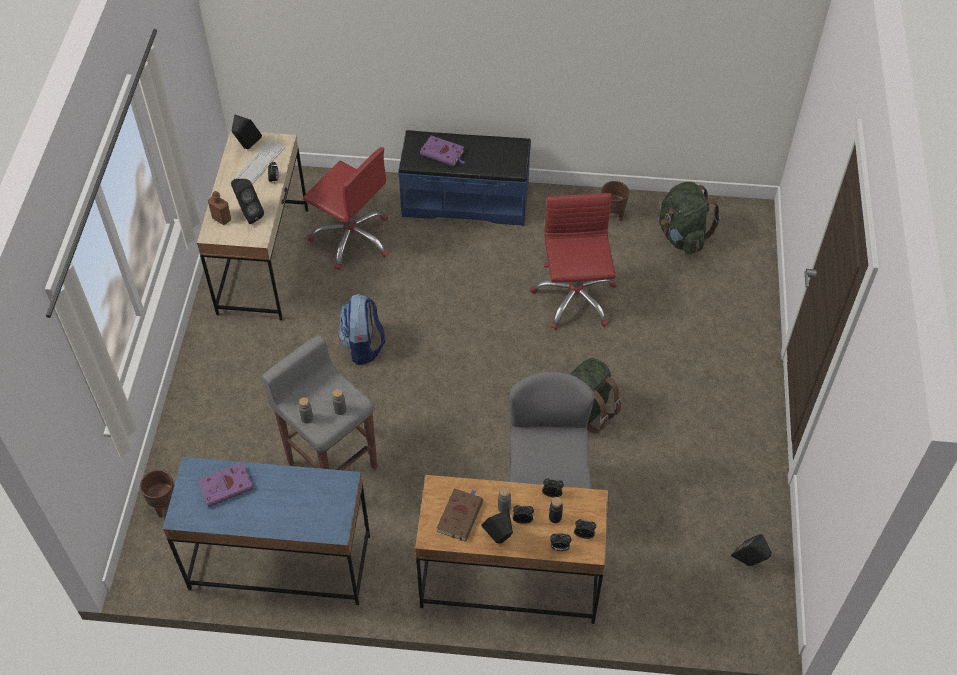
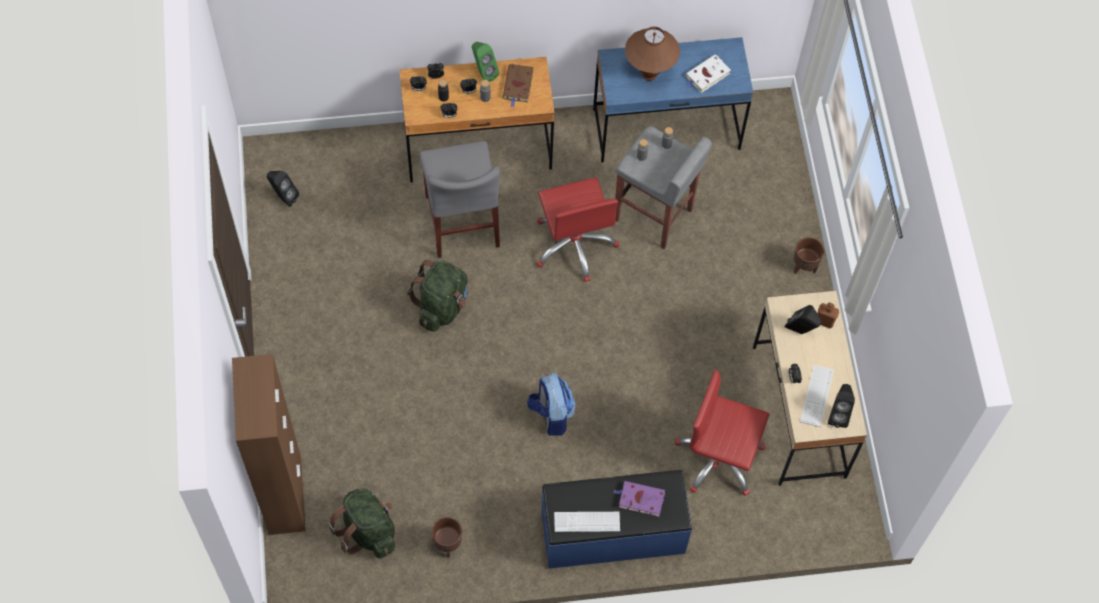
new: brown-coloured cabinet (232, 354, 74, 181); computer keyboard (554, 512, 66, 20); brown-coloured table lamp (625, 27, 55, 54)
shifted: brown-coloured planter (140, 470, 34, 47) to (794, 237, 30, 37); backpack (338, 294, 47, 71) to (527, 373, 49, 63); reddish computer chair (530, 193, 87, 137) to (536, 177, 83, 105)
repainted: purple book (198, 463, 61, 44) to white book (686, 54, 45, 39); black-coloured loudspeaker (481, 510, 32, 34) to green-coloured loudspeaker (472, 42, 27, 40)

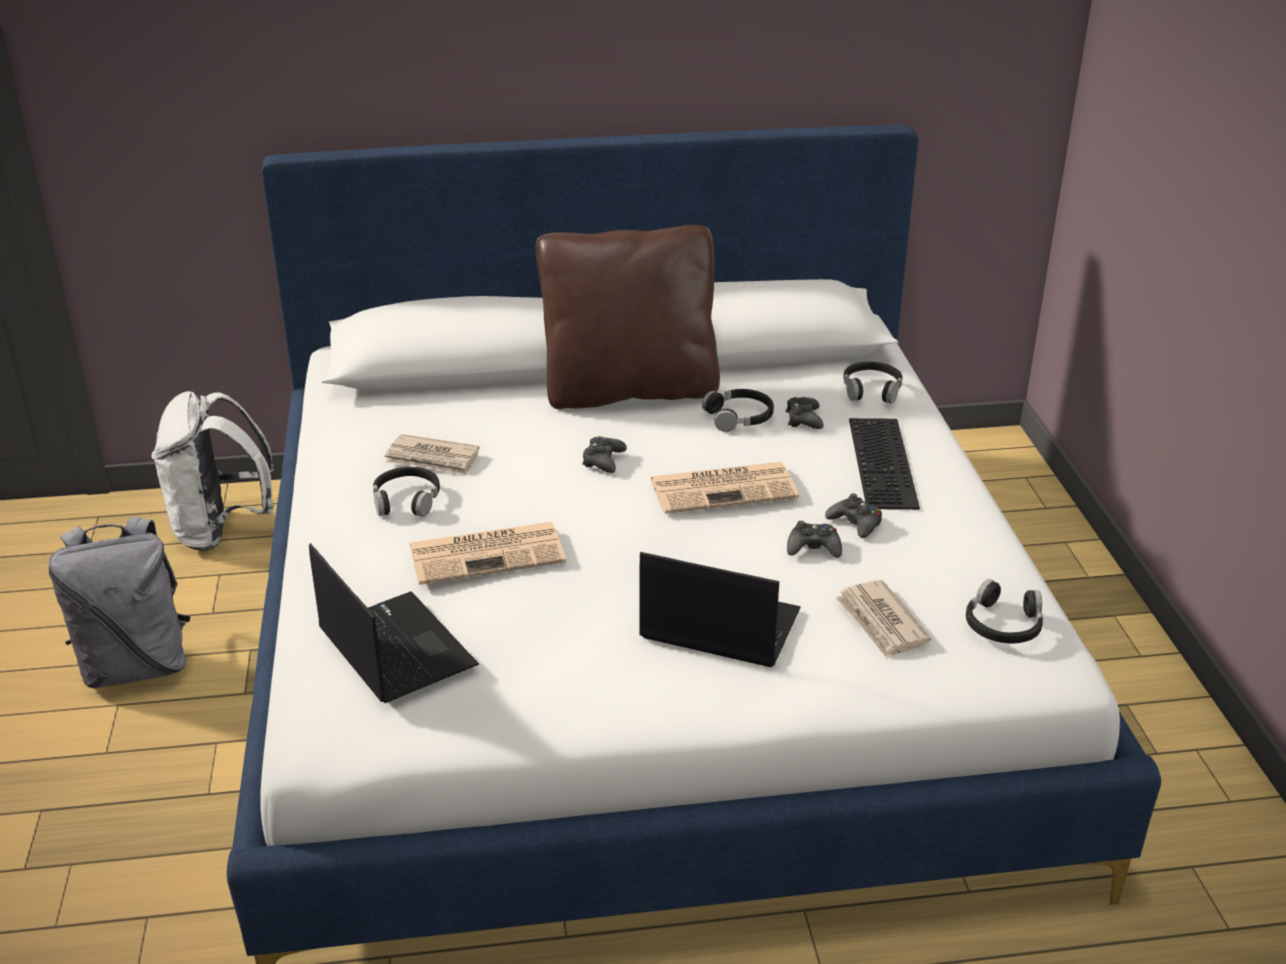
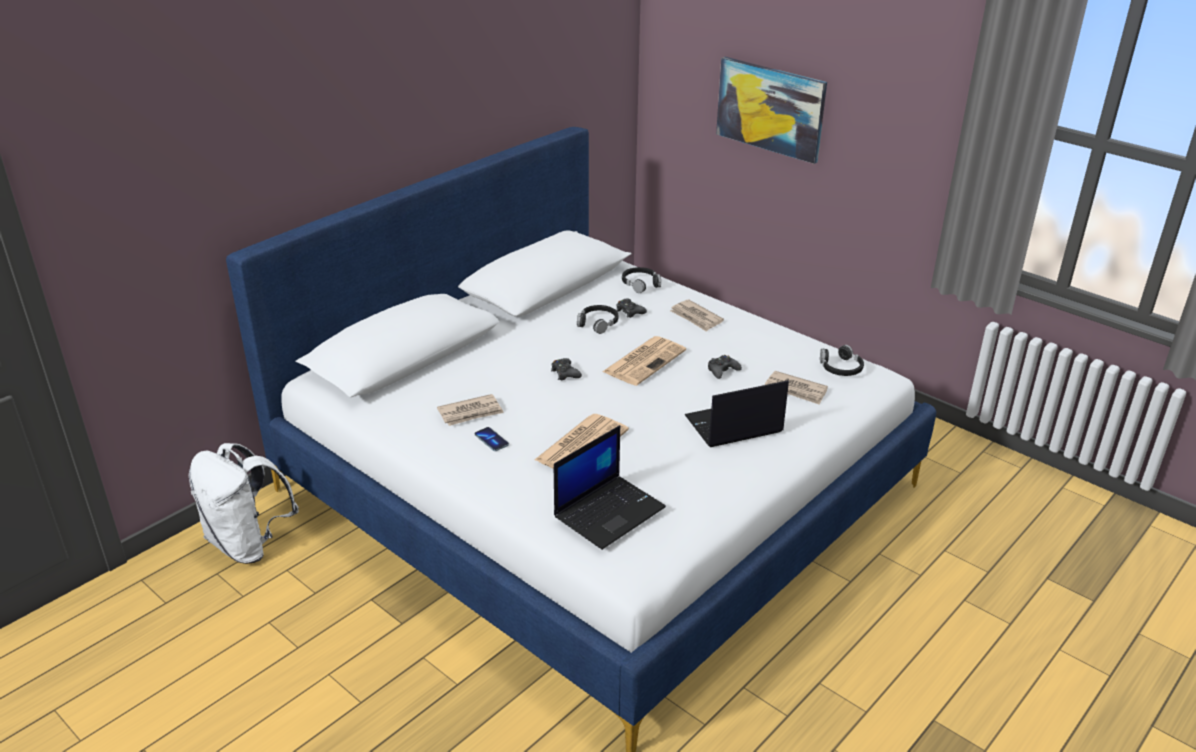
gone: greyish backpack (49, 517, 141, 172); brown-coloured cushion (536, 225, 184, 184); black-coloured joypad (825, 493, 57, 45)
new: wall art (716, 57, 111, 107)
swapped: black-coloured headphones (373, 467, 67, 50) to phone (475, 427, 34, 24); computer keyboard (849, 418, 71, 92) to daily paper (670, 300, 54, 32)
rotated: notebook computer (309, 543, 170, 160) = (554, 425, 112, 125) 120 degrees clockwise

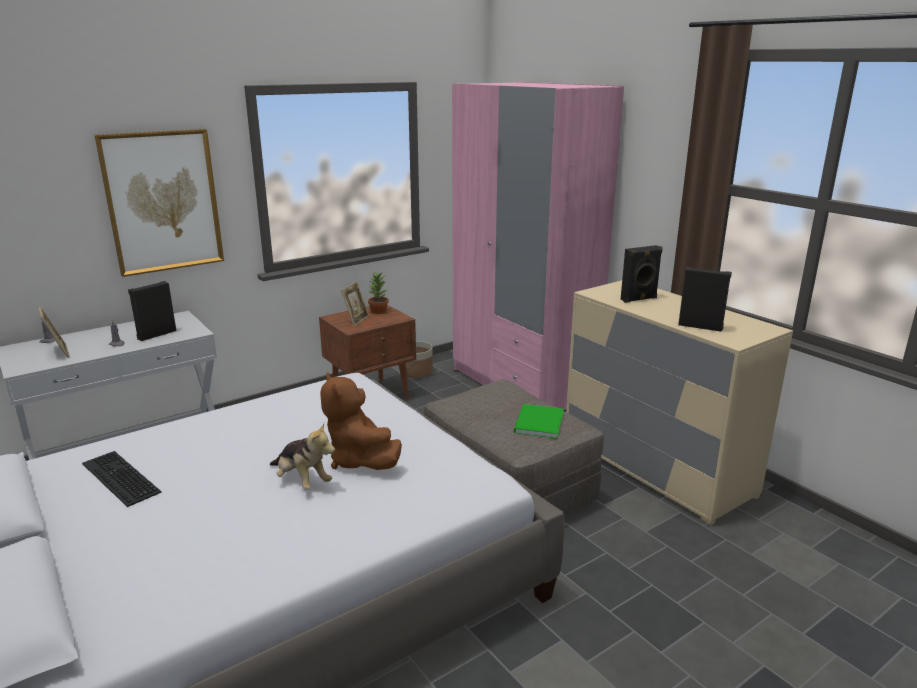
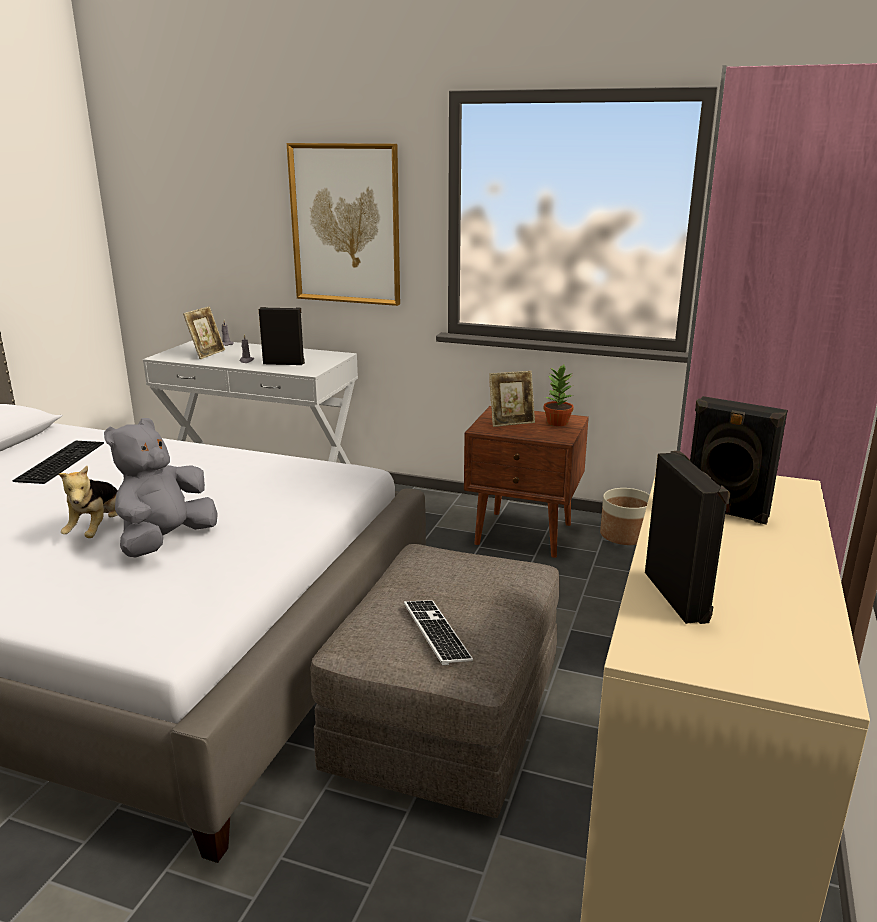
swapped: green-coloured book (514, 404, 50, 35) to computer keyboard (404, 600, 69, 65)
repainted: brown-coloured soft toy (320, 373, 82, 97) to greyish soft toy (104, 418, 114, 139)

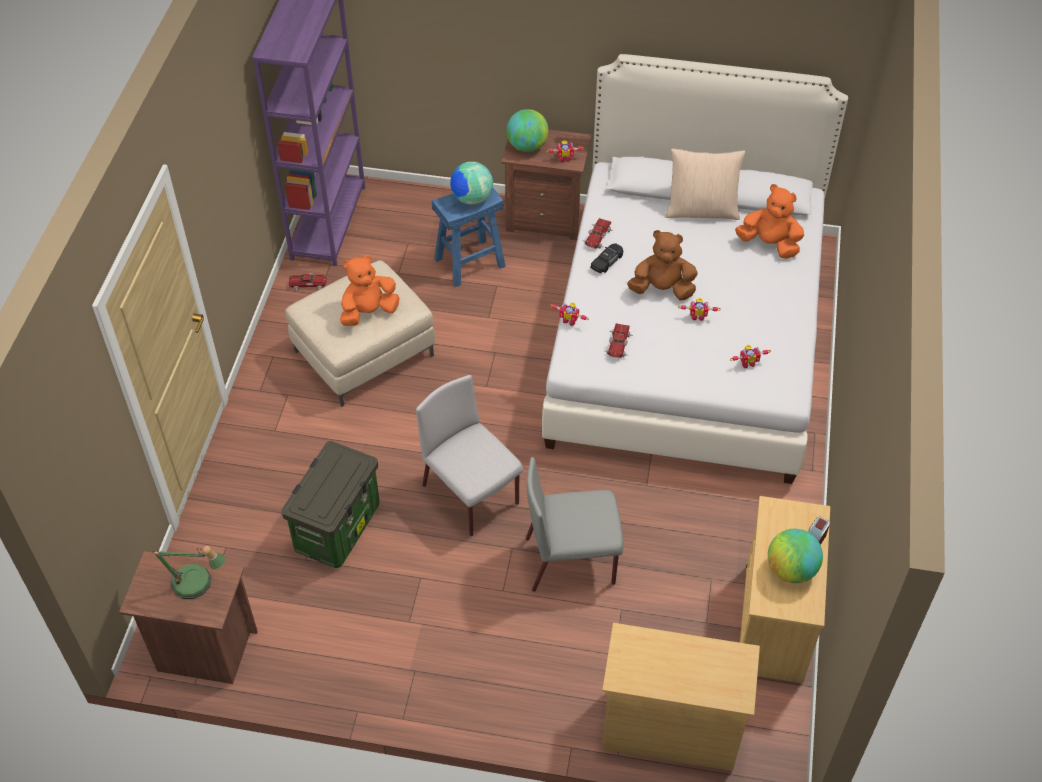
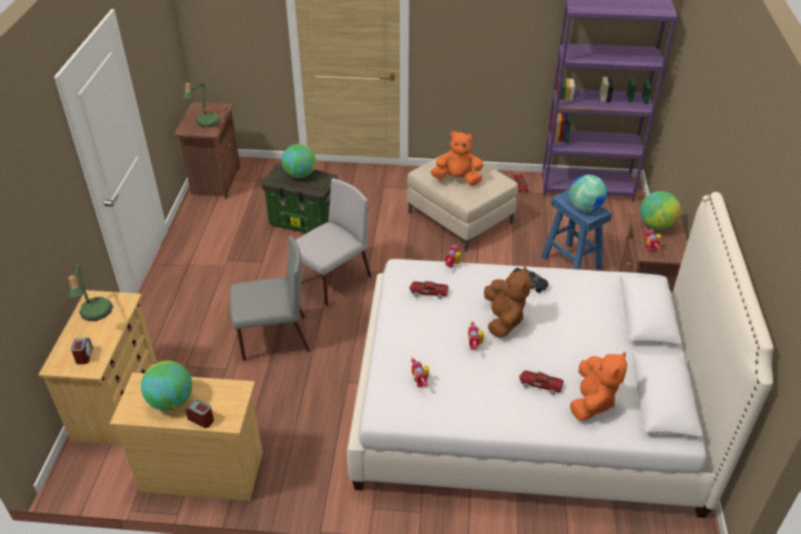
gone: sand-coloured cushion (666, 149, 79, 71)
new: table lamp (68, 264, 45, 57); table clock (71, 338, 22, 26); world globe (282, 144, 34, 34)
shifted: miniature car (583, 218, 30, 31) to (519, 370, 45, 26)
rotated: orangey soft toy (340, 255, 59, 71) = (431, 130, 52, 56) 45 degrees counterclockwise; greyish plain chair (526, 457, 98, 135) = (230, 236, 80, 125) 90 degrees clockwise

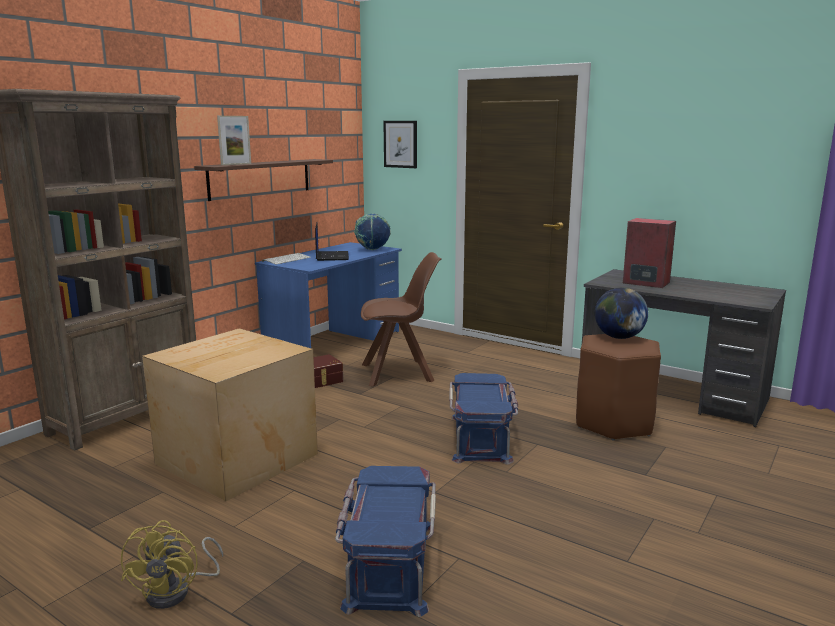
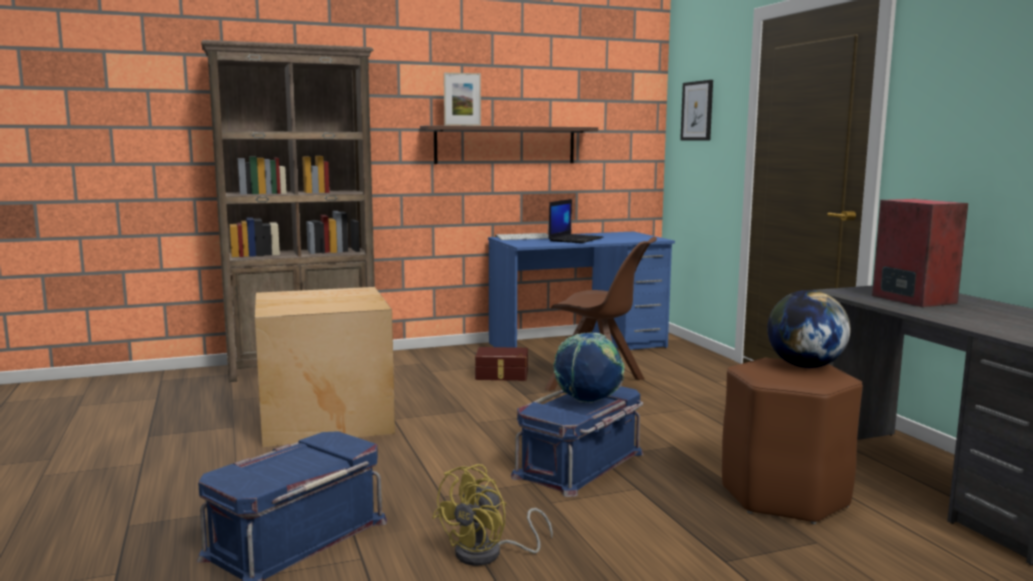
shifted: yellowish electric fan (121, 520, 102, 89) to (432, 464, 121, 102); world globe (354, 213, 37, 37) to (553, 332, 72, 71)

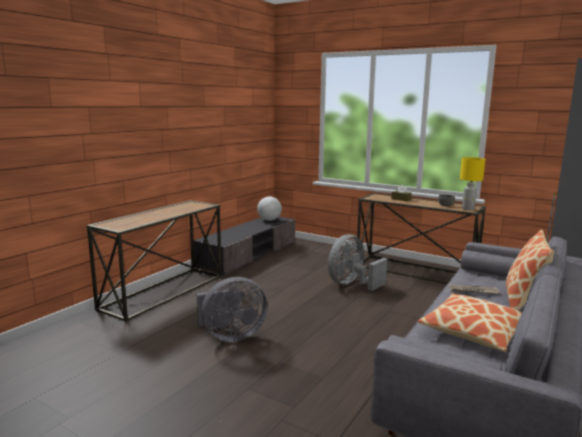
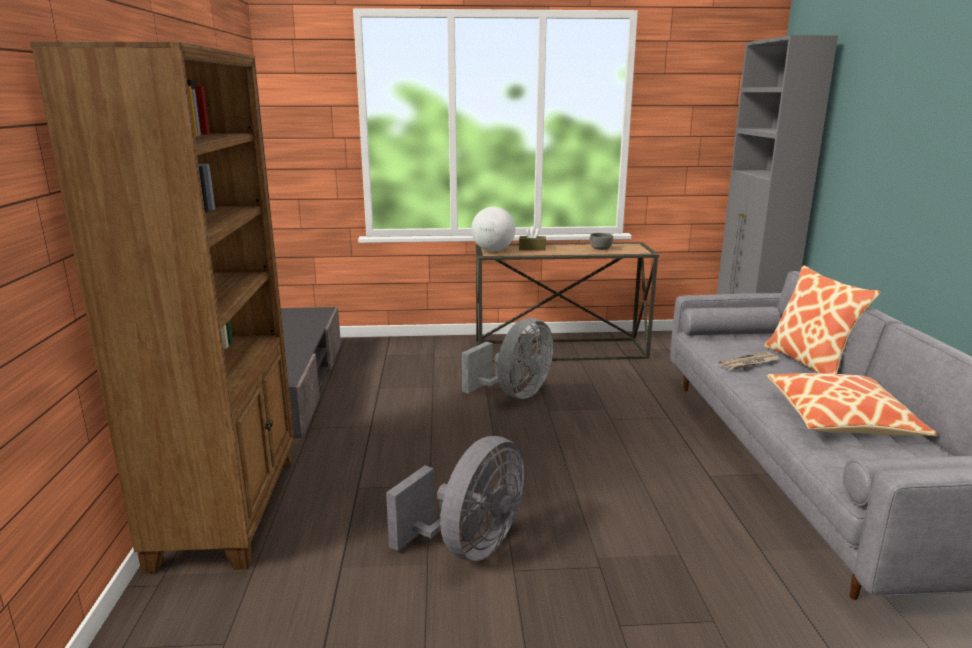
gone: yellowish table lamp (460, 157, 26, 53)
shifted: world globe (257, 197, 25, 24) to (471, 207, 45, 44)
swapped: hall table (86, 200, 136, 121) to brown-coloured bookshelf (30, 41, 264, 532)
rotated: greyish electric fan (328, 234, 59, 57) = (462, 318, 91, 81) 150 degrees counterclockwise

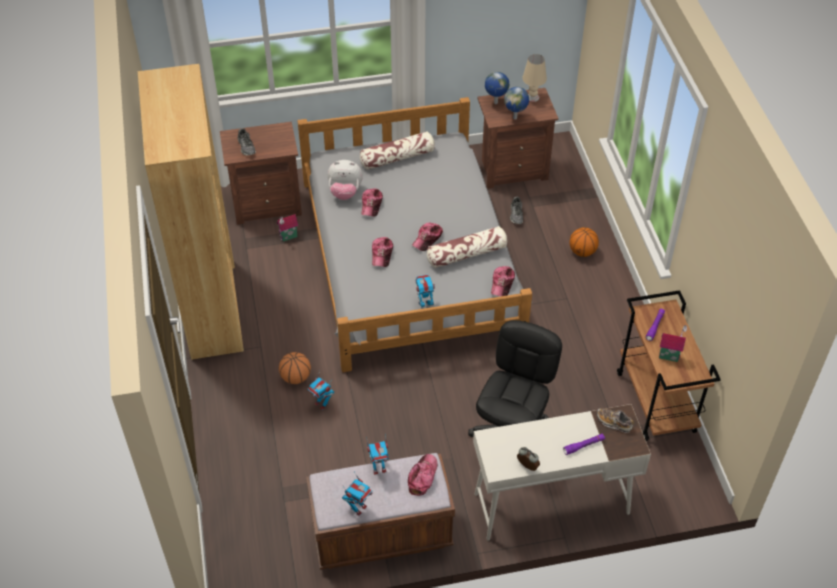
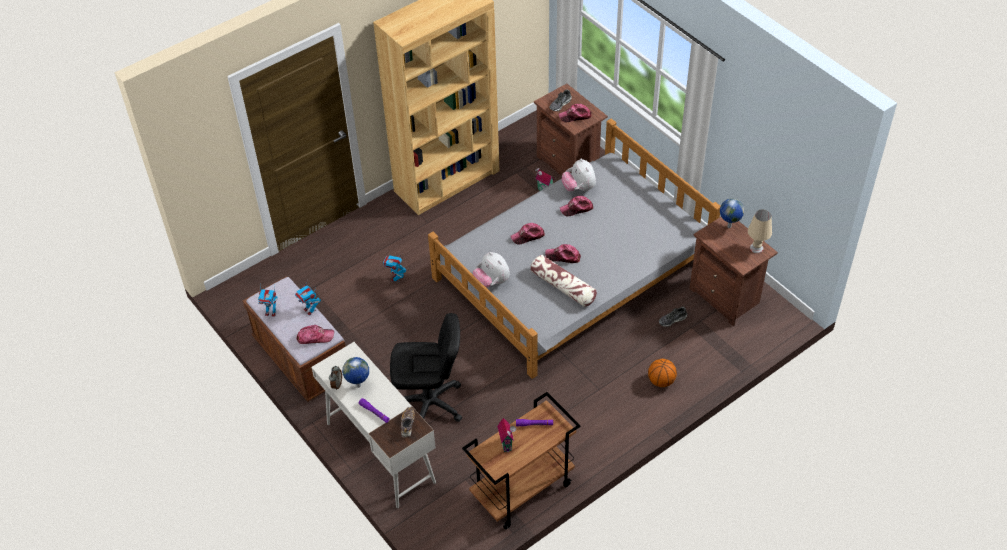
gone: basketball (279, 352, 32, 32); cushion (360, 131, 75, 39)
shifted: baseball cap (491, 266, 24, 30) to (558, 104, 34, 18); world globe (504, 87, 25, 32) to (342, 357, 27, 31)
swapped: robot figure (415, 274, 20, 34) to soft toy (473, 252, 37, 36)

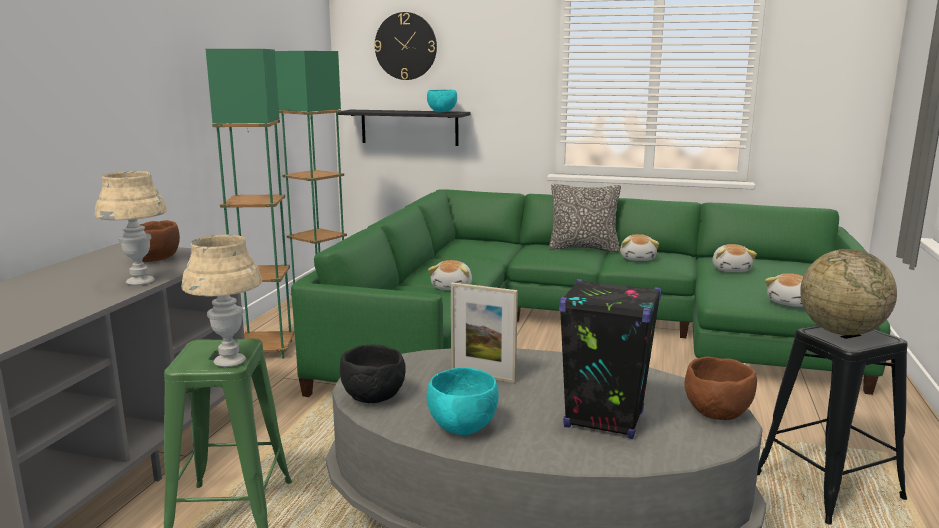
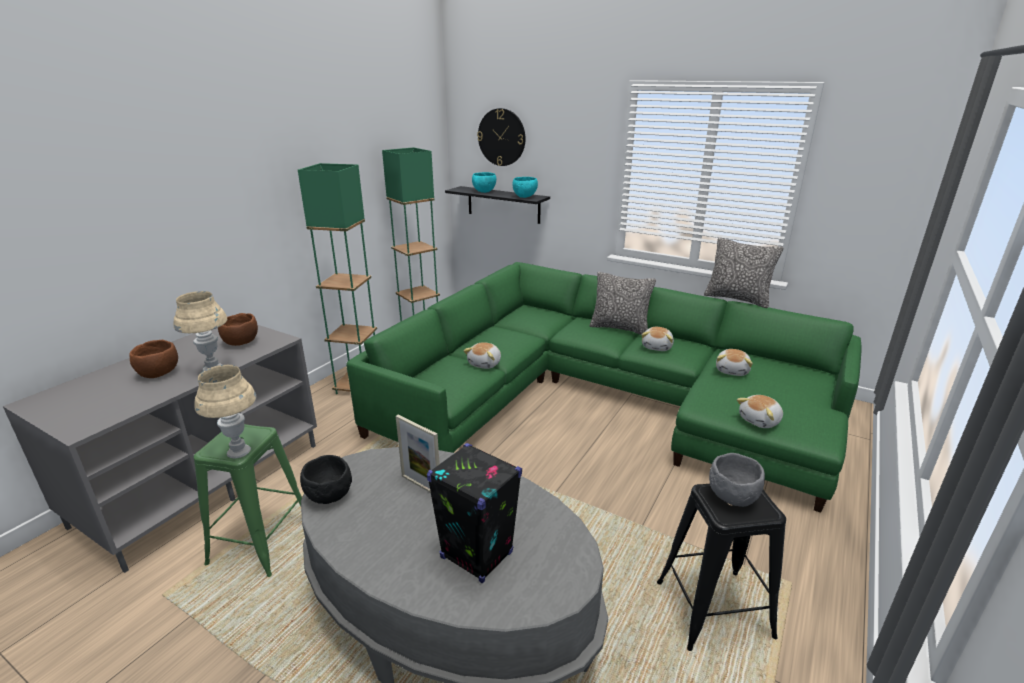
new: cushion (704, 237, 79, 71)
shifted: turquoise serving bowl (426, 367, 73, 68) to (472, 172, 24, 21); brown-coloured serving bowl (684, 356, 73, 64) to (129, 340, 49, 38)
swapped: world globe (800, 249, 97, 86) to greyish serving bowl (709, 453, 56, 54)

